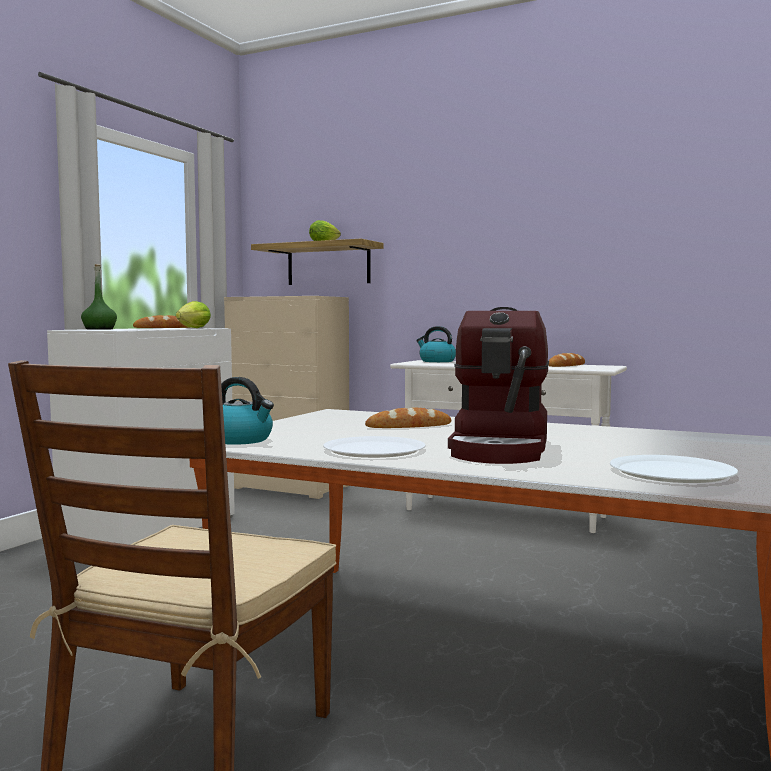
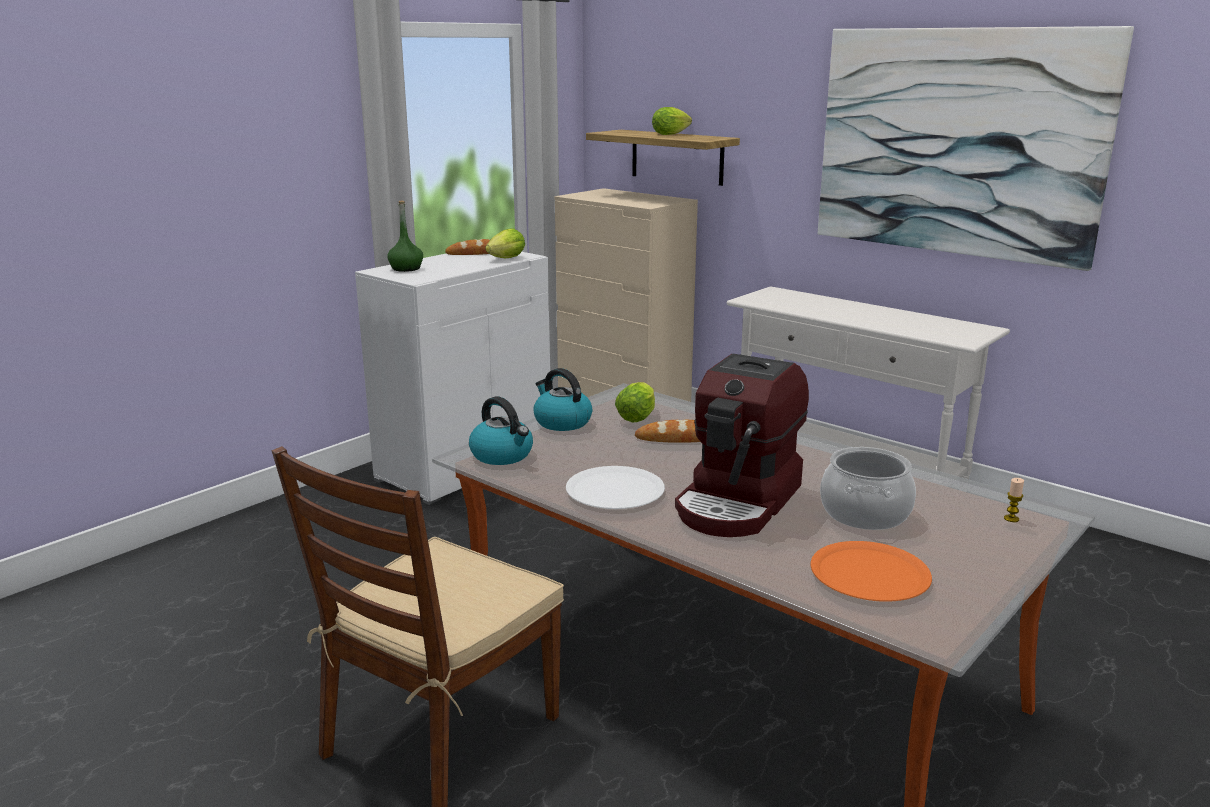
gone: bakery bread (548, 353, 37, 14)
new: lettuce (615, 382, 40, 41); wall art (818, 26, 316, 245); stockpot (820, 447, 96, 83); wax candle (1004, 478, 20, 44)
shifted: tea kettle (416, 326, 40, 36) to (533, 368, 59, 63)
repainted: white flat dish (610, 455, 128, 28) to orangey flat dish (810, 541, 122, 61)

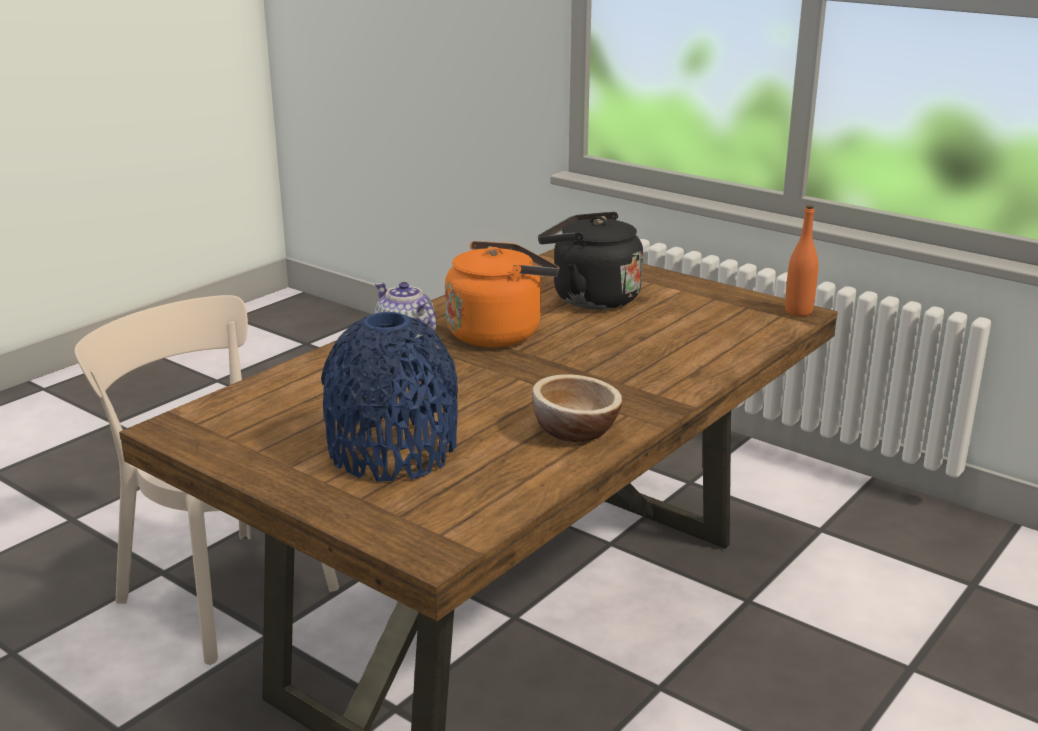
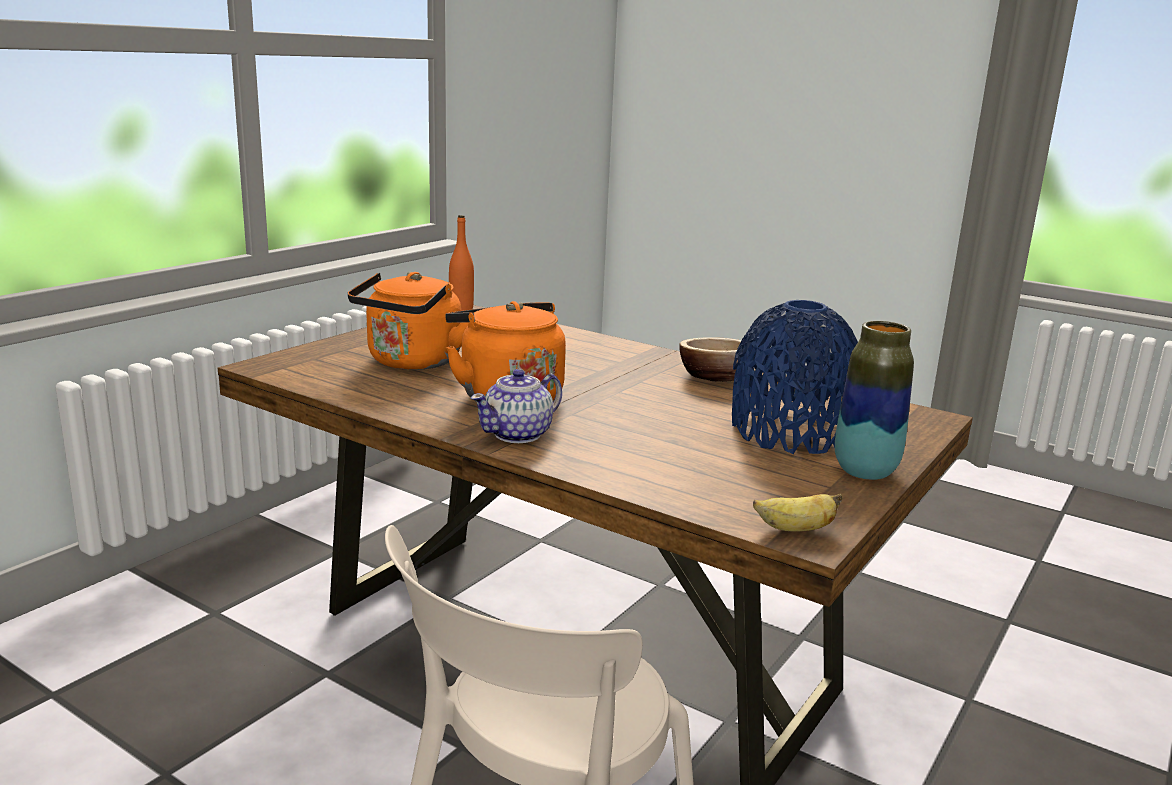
new: whole banana (753, 493, 89, 38); vase (835, 321, 79, 159)
repainted: black-coloured tea kettle (538, 212, 105, 97) to orangey tea kettle (348, 272, 122, 98)

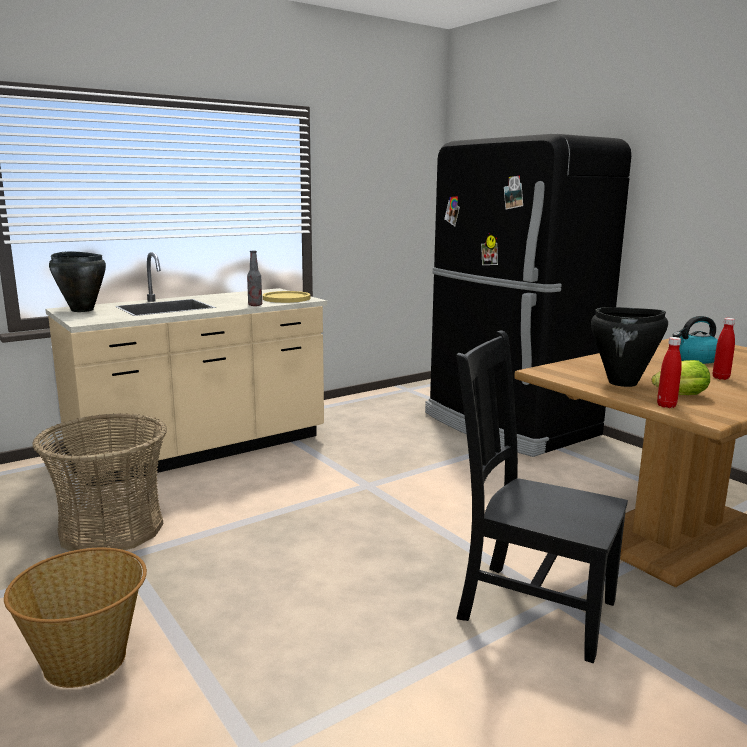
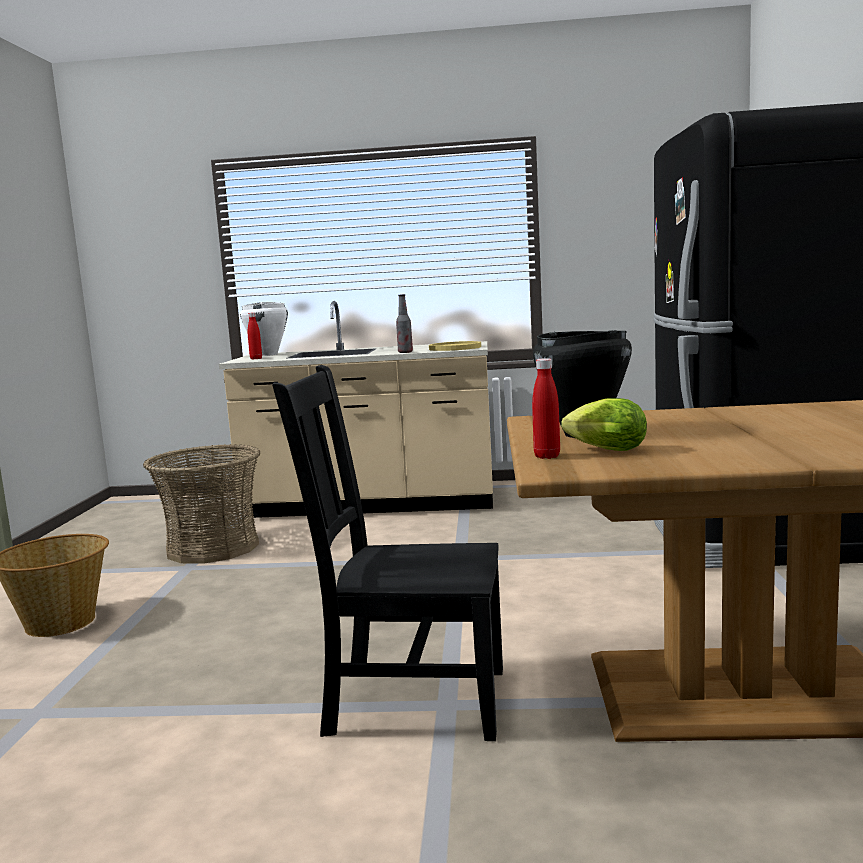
gone: tea kettle (673, 316, 45, 48)
shifted: reddish bottle (713, 318, 22, 62) to (248, 312, 14, 47)
repainted: black-coloured stockpot (49, 252, 57, 60) to white stockpot (240, 302, 48, 54)
rotated: black-coloured plain chair (456, 330, 172, 333) = (272, 365, 231, 376) 60 degrees counterclockwise

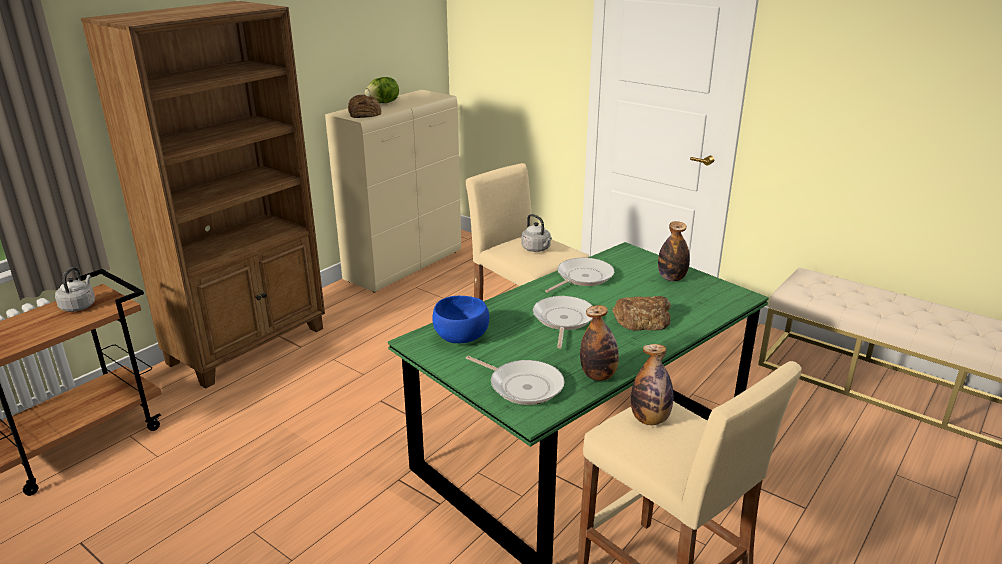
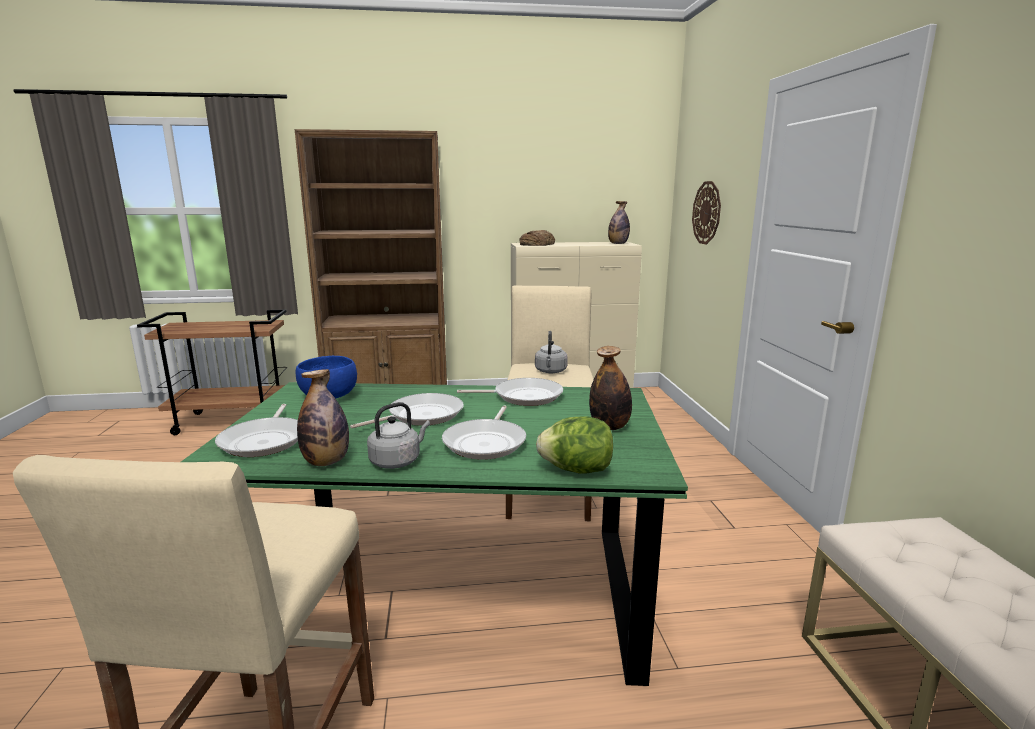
new: hanging clock (692, 181, 29, 64)
shifted: greyish tea kettle (55, 267, 40, 45) to (367, 402, 63, 67); lettuce (364, 77, 35, 26) to (536, 417, 77, 57); bottle (631, 344, 43, 81) to (608, 201, 22, 43)
swapped: bakery bread (612, 296, 59, 35) to pan (442, 405, 84, 55)

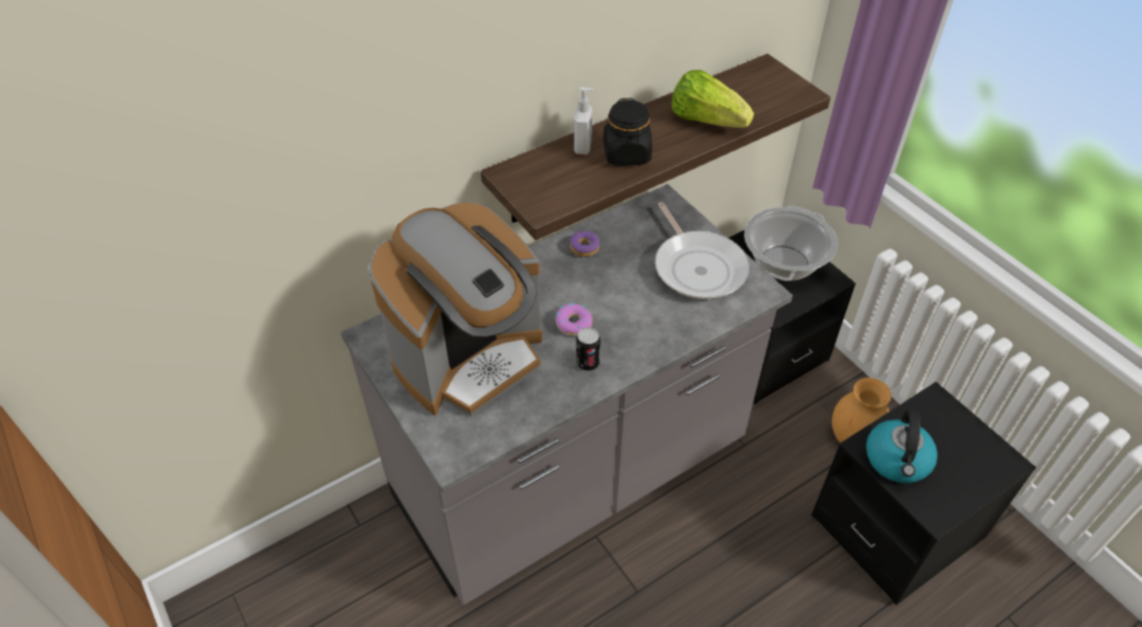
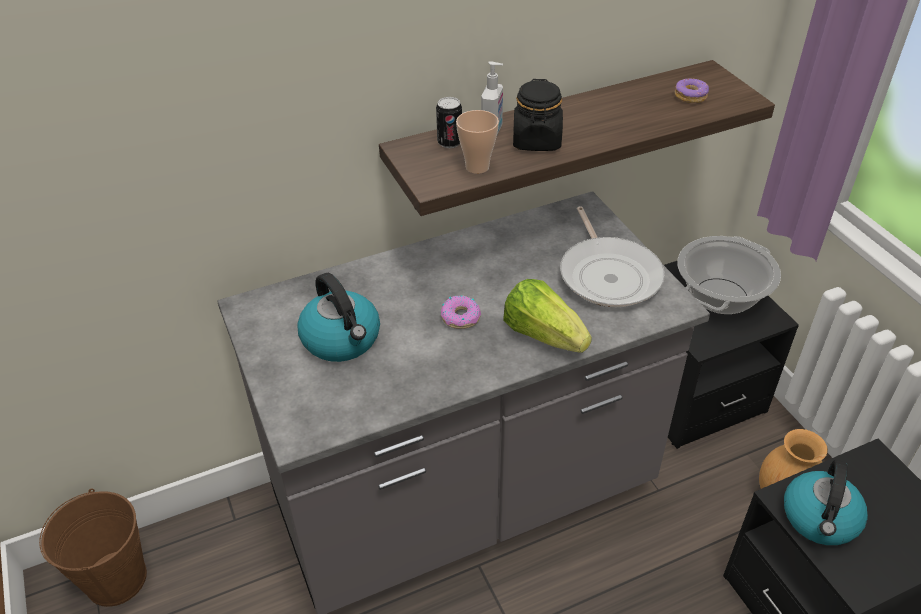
new: brown-coloured pail (39, 488, 108, 119); small cup (456, 110, 43, 64)
shifted: donut (570, 231, 30, 26) to (675, 78, 34, 25); sealed can (576, 327, 25, 44) to (436, 97, 26, 51); lettuce (672, 70, 82, 58) to (503, 279, 89, 74)
swapped: coffee brewer (369, 203, 173, 213) to tea kettle (297, 273, 83, 89)

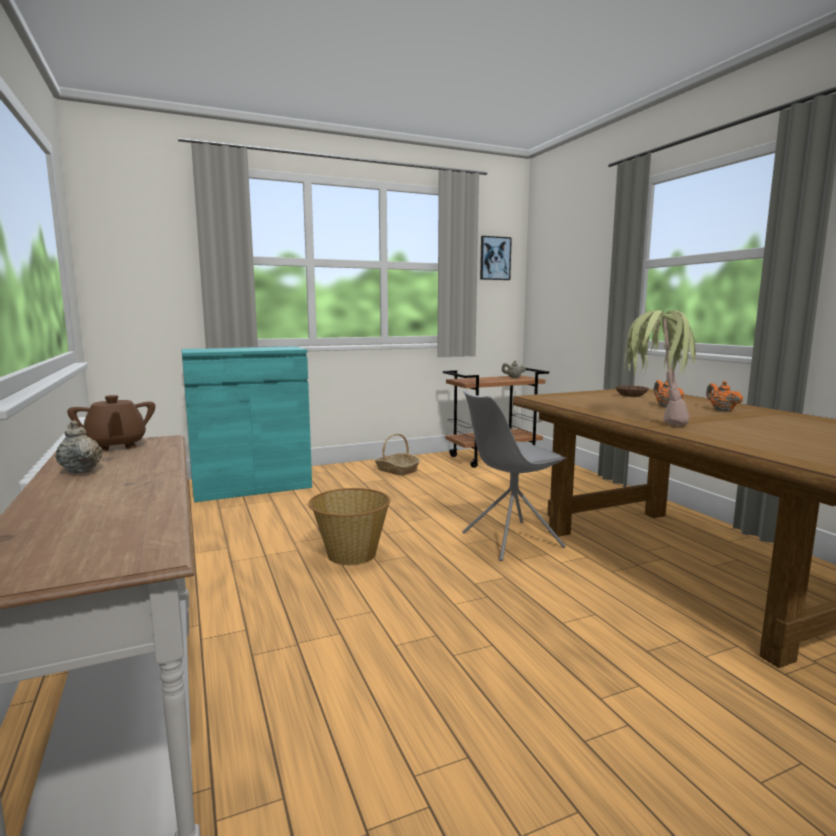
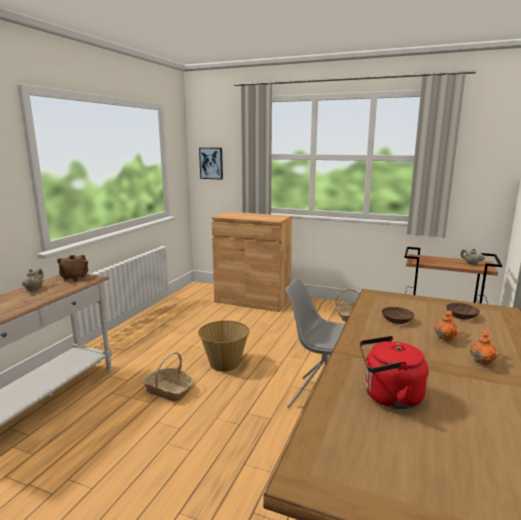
gone: houseplant (624, 310, 79, 116)
new: storage basket (142, 352, 51, 50); reddish tea kettle (359, 336, 69, 73); brown-coloured serving bowl (381, 307, 33, 17)
shifted: wall art (480, 236, 32, 44) to (199, 148, 24, 32)
repainted: turquoise cabinet (181, 346, 131, 156) to brown-coloured cabinet (212, 212, 80, 100)

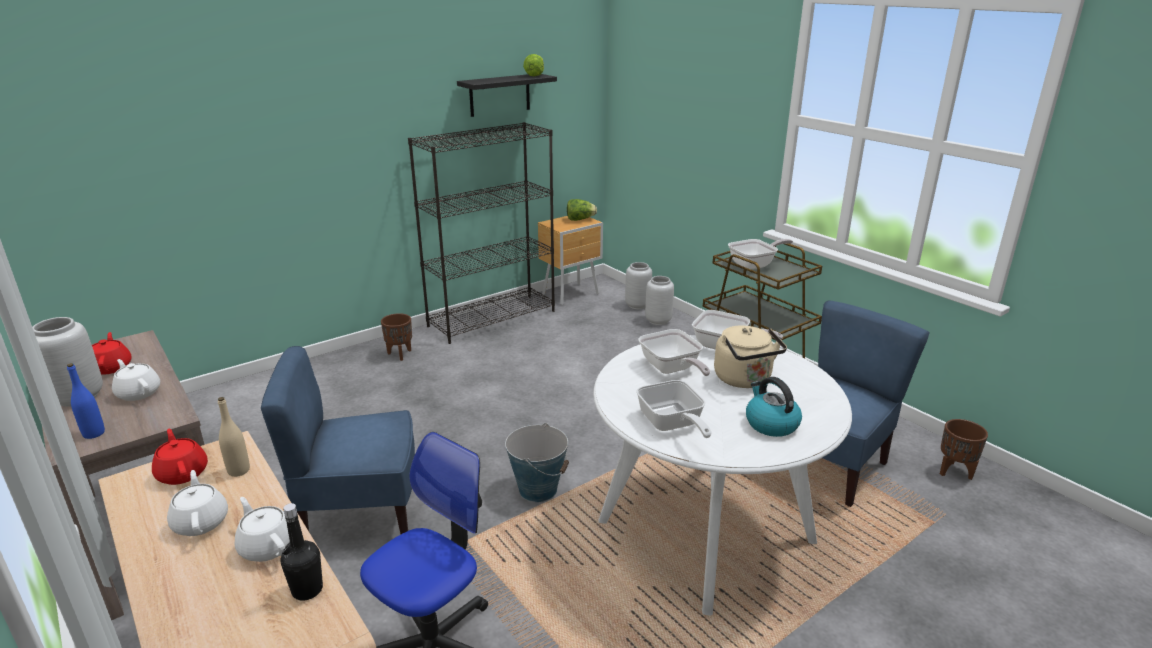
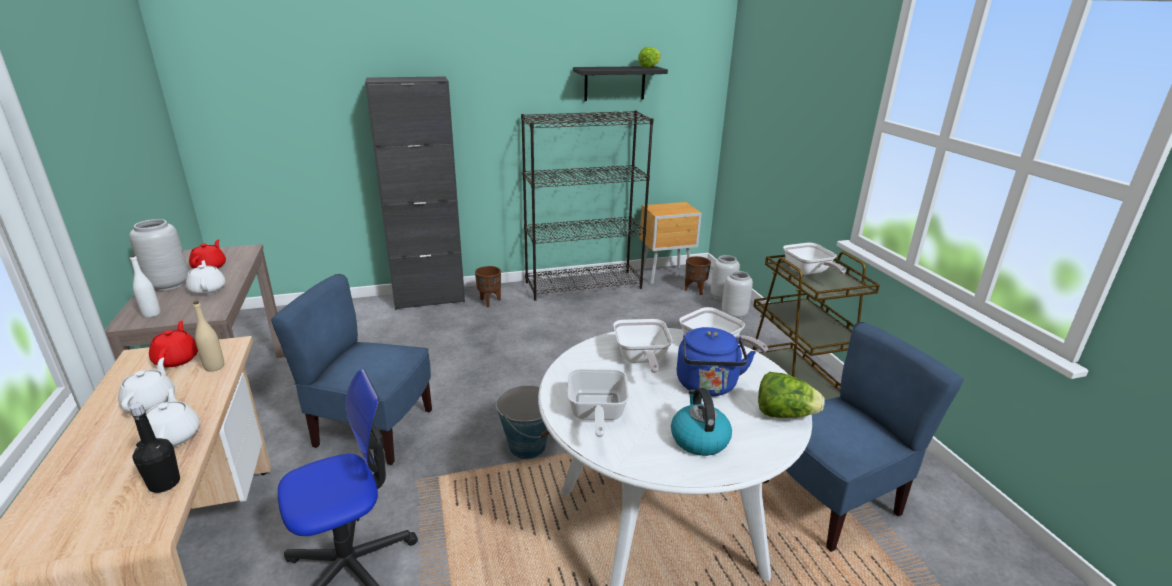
new: black-coloured cabinet (365, 76, 100, 234)
shifted: lettuce (567, 199, 30, 22) to (758, 372, 67, 46); brown-coloured planter (940, 419, 48, 61) to (685, 256, 26, 39)
repainted: bluish bottle (67, 363, 38, 76) to white bottle (130, 255, 31, 63); sand-coloured tea kettle (714, 325, 73, 63) to bluish tea kettle (677, 327, 79, 69)
rotated: pan (728, 239, 65, 31) = (783, 243, 63, 32) 75 degrees clockwise

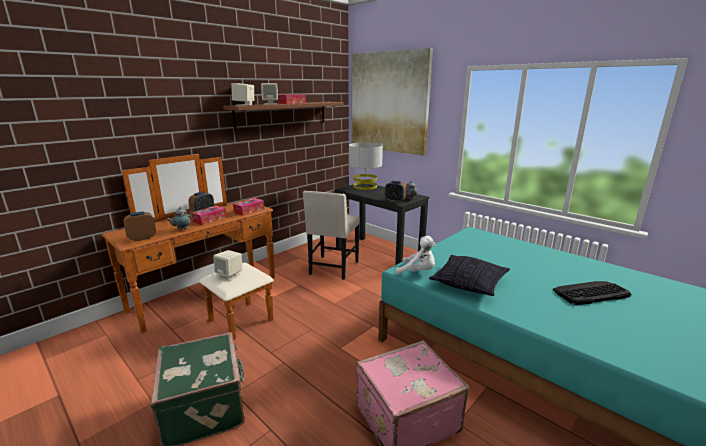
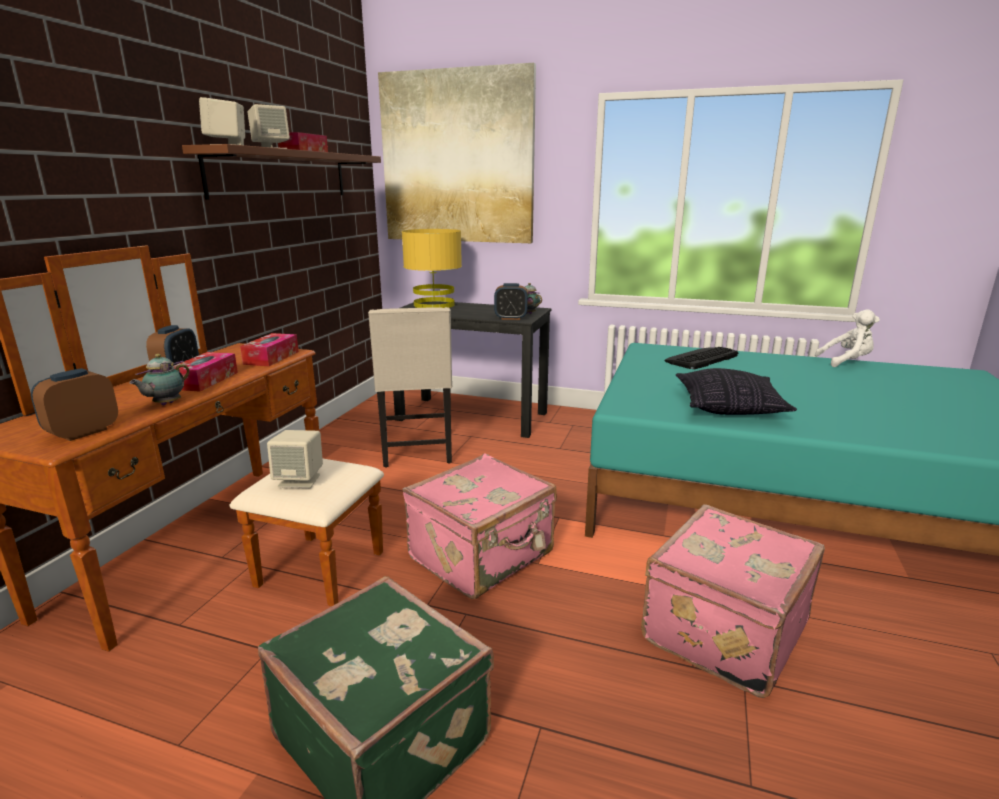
new: pink suitcase (403, 453, 154, 146)
shifted: white soft toy (396, 236, 40, 39) to (815, 309, 65, 58); computer keyboard (553, 281, 79, 24) to (665, 347, 73, 22)
repainted: greyish table lamp (349, 143, 34, 47) to yellowish table lamp (402, 229, 60, 79)

